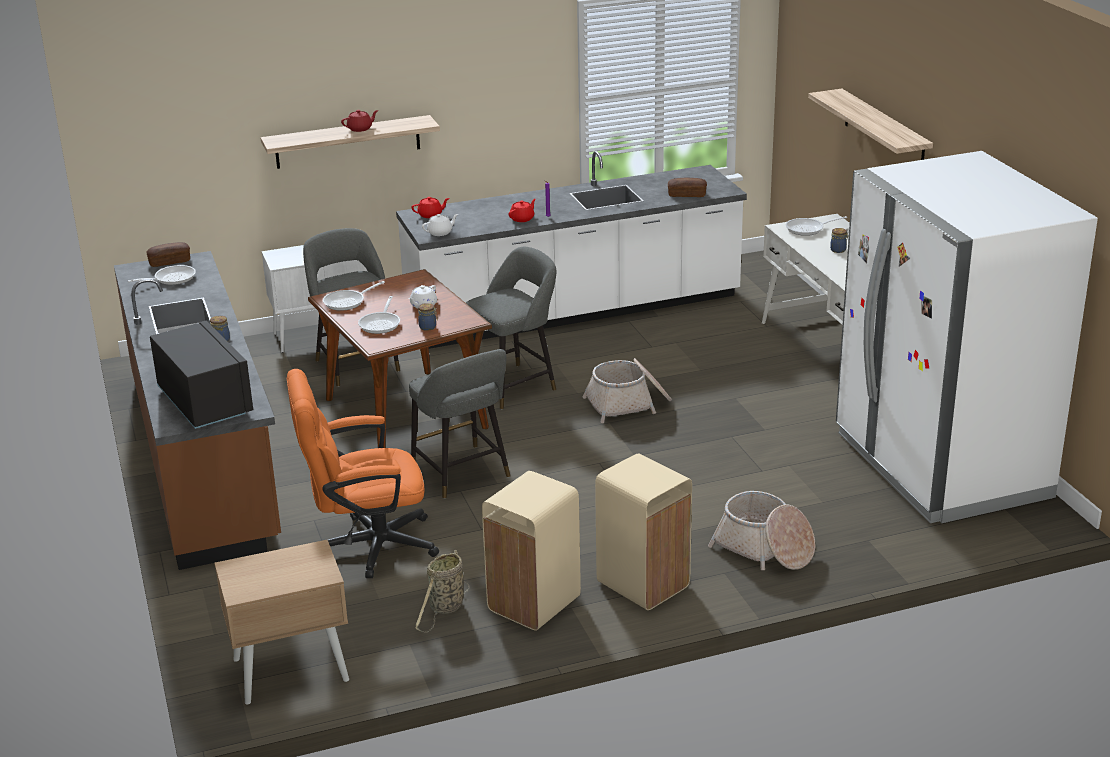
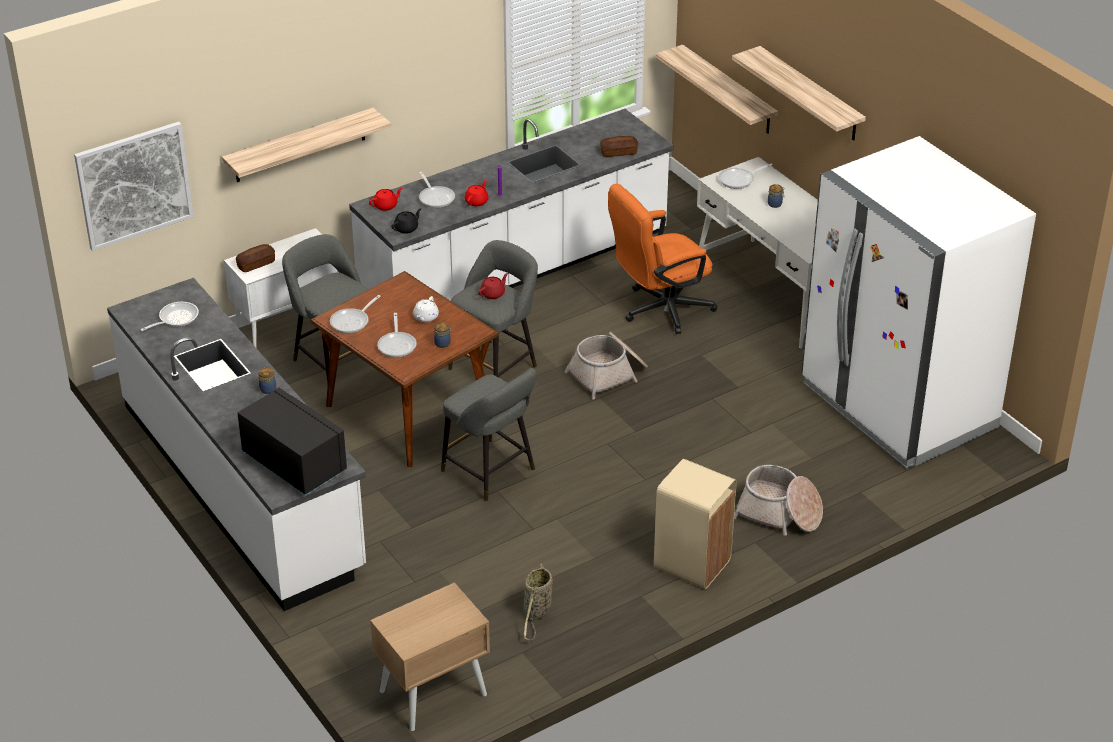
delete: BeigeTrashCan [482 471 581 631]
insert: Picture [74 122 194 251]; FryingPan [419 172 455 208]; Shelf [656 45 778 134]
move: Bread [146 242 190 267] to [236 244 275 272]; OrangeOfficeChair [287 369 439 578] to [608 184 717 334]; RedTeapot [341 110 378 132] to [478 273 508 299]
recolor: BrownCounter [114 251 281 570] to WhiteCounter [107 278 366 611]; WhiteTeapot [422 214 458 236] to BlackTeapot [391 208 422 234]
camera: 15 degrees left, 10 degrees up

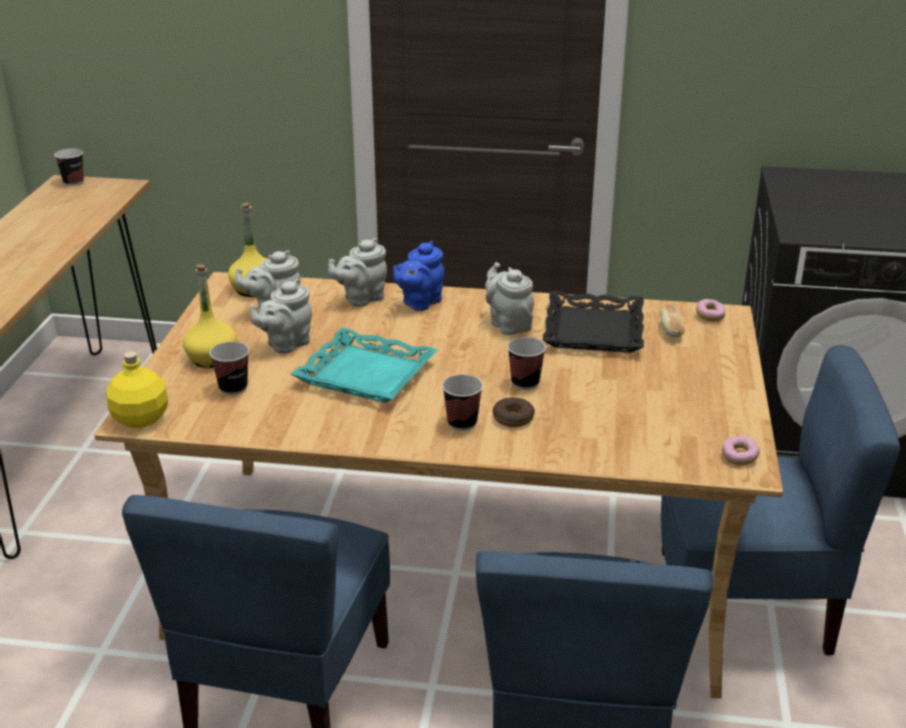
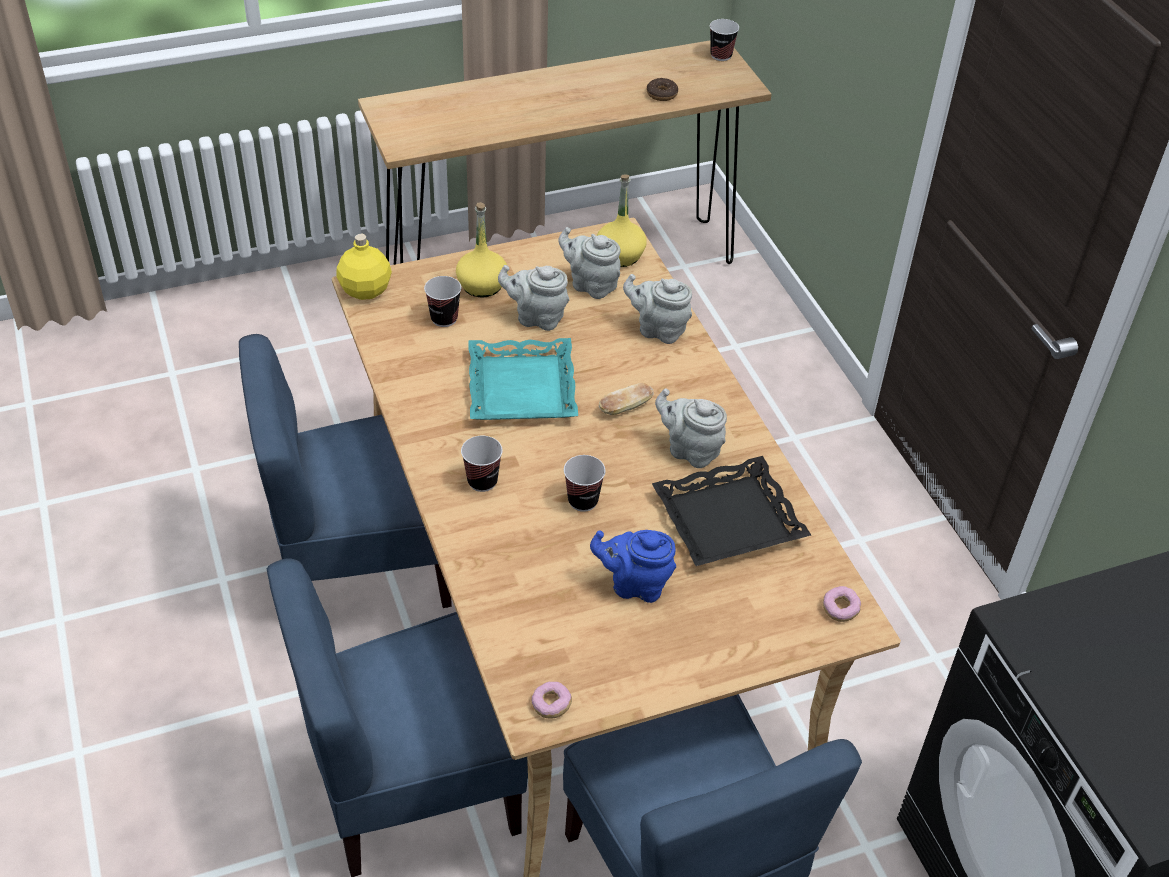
move: BlueTeapot [393 241 444 311] to [590 530 676 603]; Donut [493 397 535 427] to [647 78 678 101]; Bread [660 305 685 338] to [599 383 654 415]
rotate: GreyTeapot [485 262 534 335] = [655 389 727 468] 90 degrees counterclockwise
camera: 60 degrees right, 15 degrees up

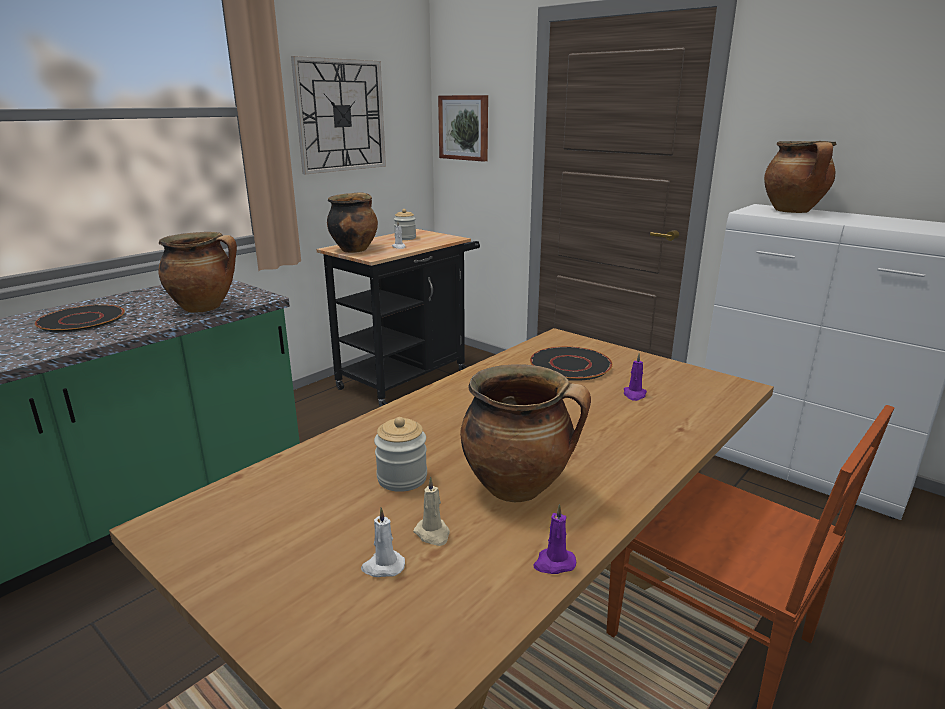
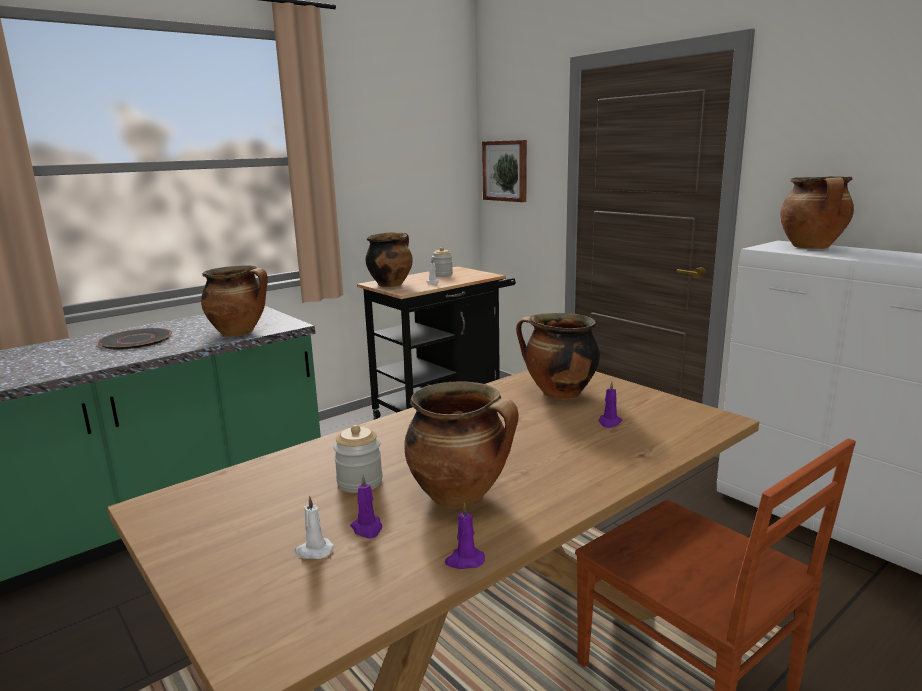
delete: WallClock [291 56 386 174]
replace: BlackPlate [530 346 613 381] to CookingPot [516 313 600 399]
recolor: BeigeCandle [414 477 450 546] to PurpleCandle [350 475 382 539]
camera: 10 degrees right, 5 degrees down

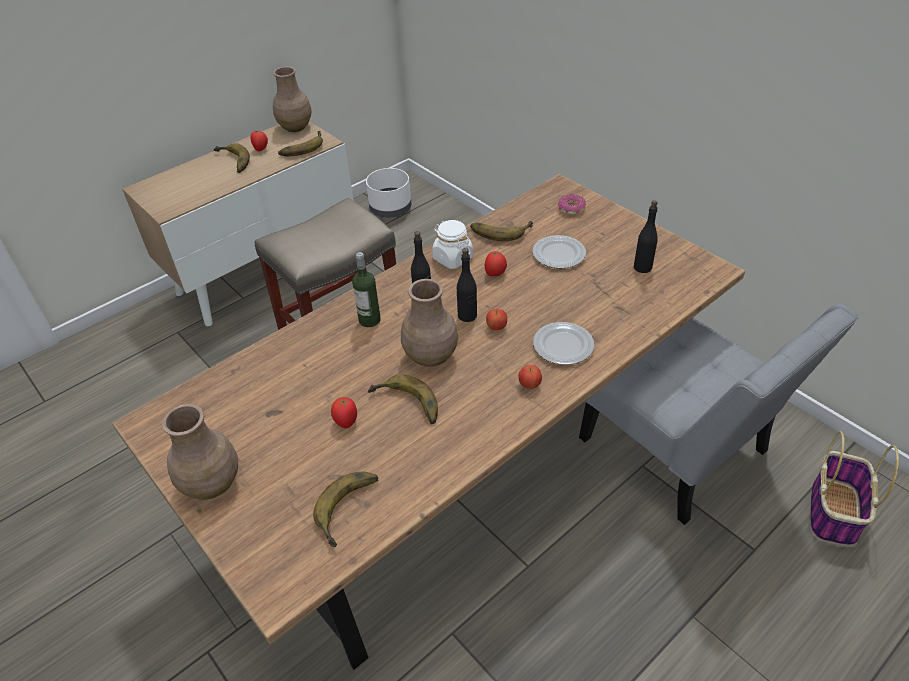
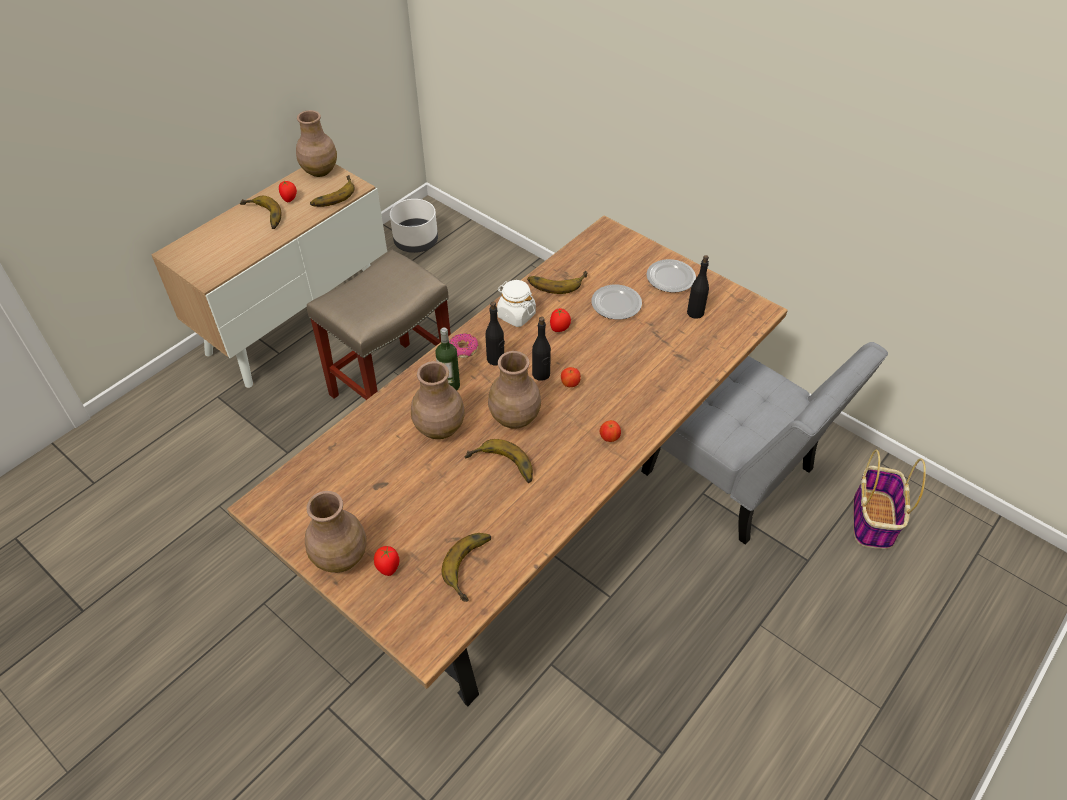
insert: BrownVase [411 361 465 439]
move: Tomato [331 397 357 429] to [374 546 399 576]; Plate [533 322 594 365] to [646 259 696 293]; Donut [558 194 586 215] to [449 333 478 358]
camera: 10 degrees left, 5 degrees up

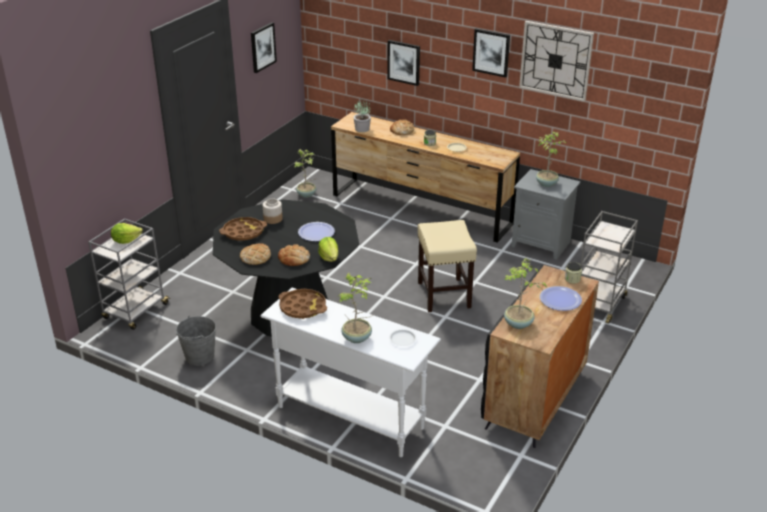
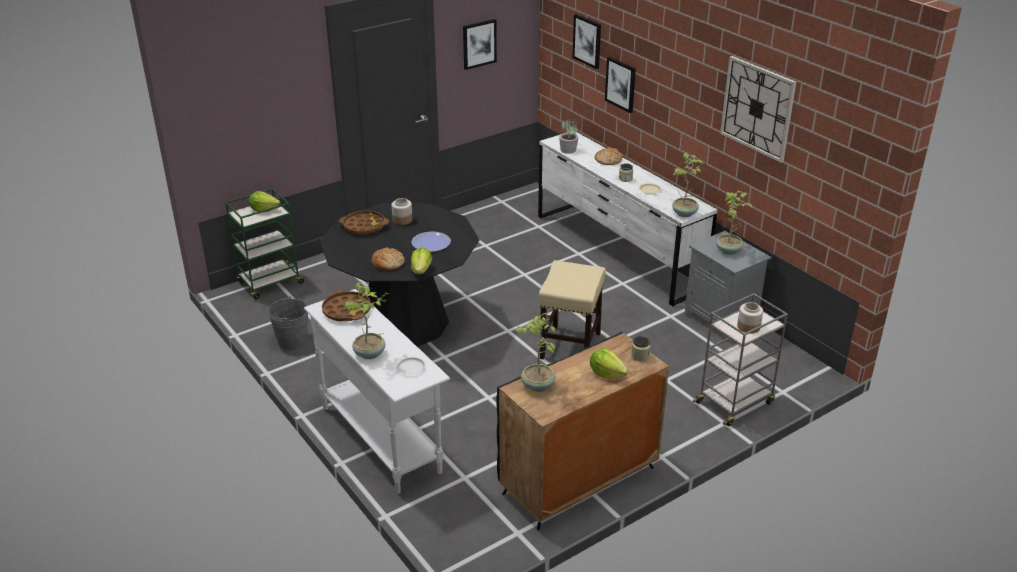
delete: Bread [240 244 271 265]
insert: Jar [737 302 763 333]
move: PottedPlant [294 149 317 198] to [672 153 706 217]; Picture [472 29 510 78] to [572 14 601 69]
replace: Plate [540 286 582 311] to Lettuce [590 348 629 379]
recolor: GreyCart [88 218 170 330] to GreenCart [225 188 307 299]; BrownDresser [331 112 520 243] to WhiteDresser [538 131 717 306]
camera: 25 degrees right, 0 degrees up

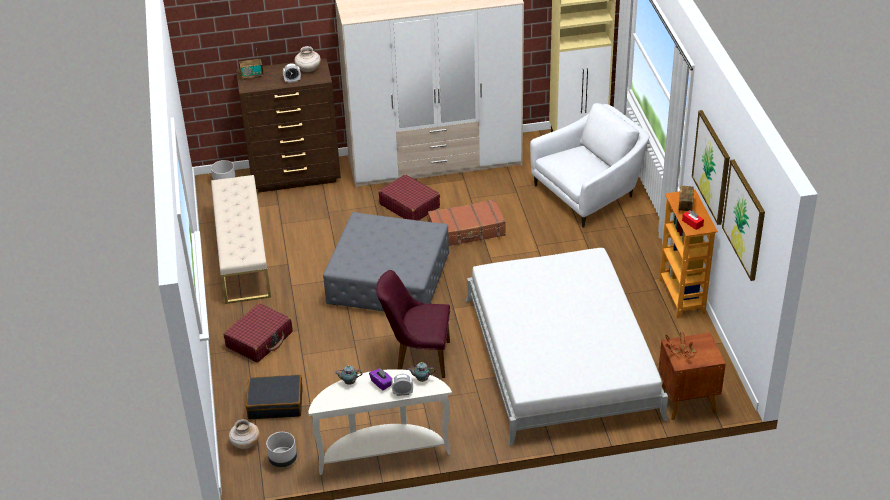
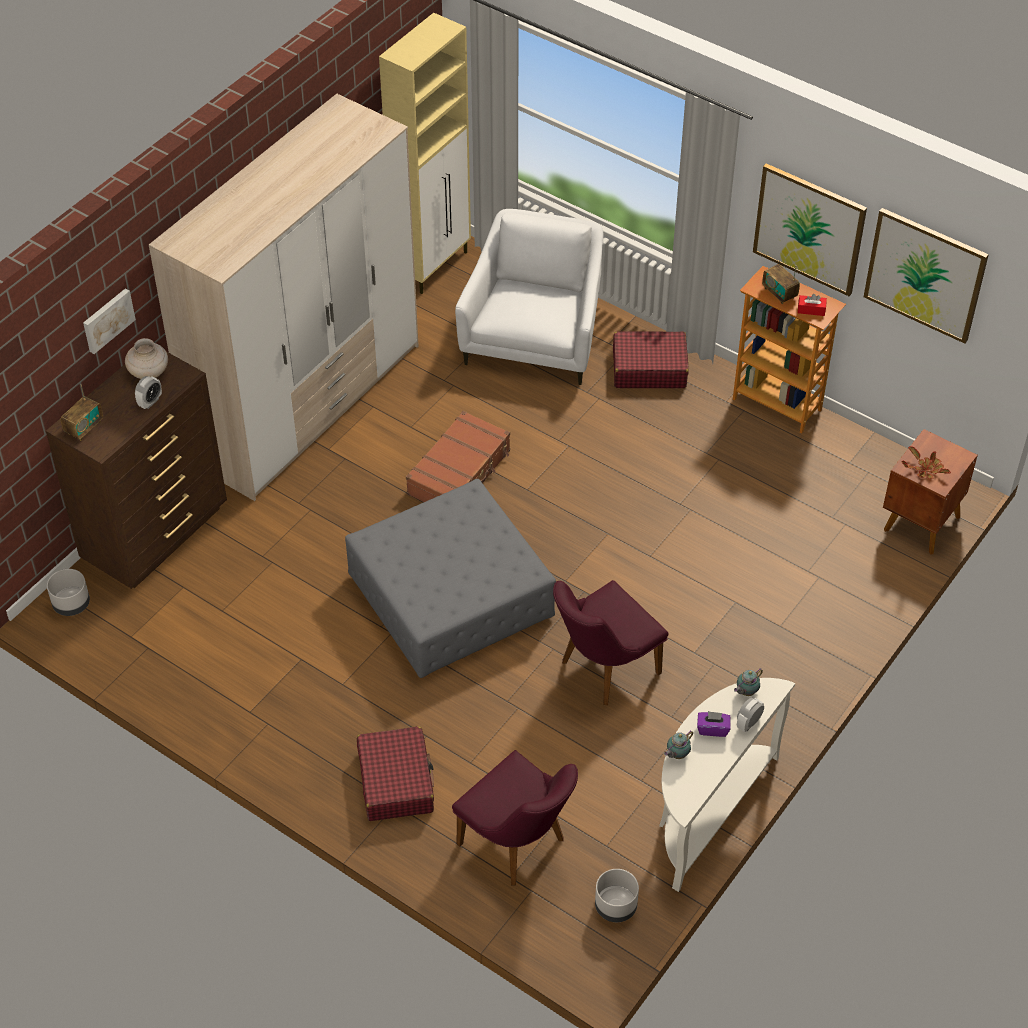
delete: BeigeBench [211 175 271 304]; BeigeVase [229 419 260 449]; WhiteBed [466 248 668 446]
insert: Picture [83 288 136 354]
move: RedSuitcase [379 174 440 221] to [613 331 689 388]
replace: BlackSuitcase [246 375 303 419] to PurpleChair [452 750 578 885]
camera: 45 degrees left, 10 degrees up

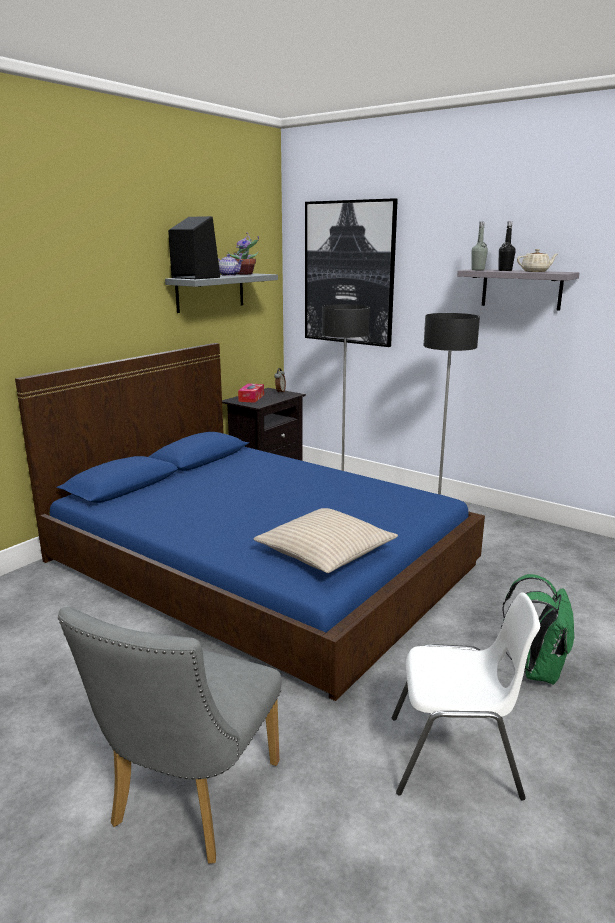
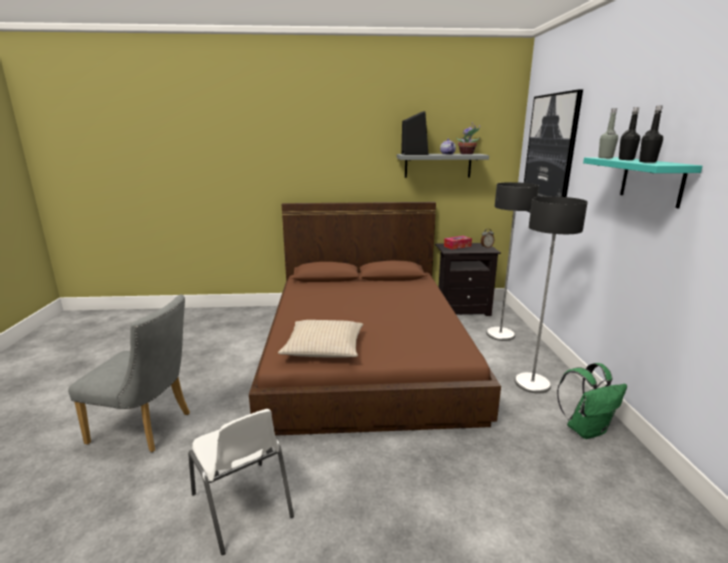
move: GreenBackpack [501 574 575 685] to [557 363 627 439]
replace: BeigeTeapot [517 249 558 272] to BlackBottle [639 105 663 163]
recolor: BlueBed [15 343 485 701] to BrownBed [249 202 501 436]; GreyShelf [457 269 579 310] to TurquoiseShelf [583 157 702 208]
rotate: GreyChair [58 607 282 864] = [68 294 190 452] 150 degrees counterclockwise
camera: 50 degrees right, 0 degrees up

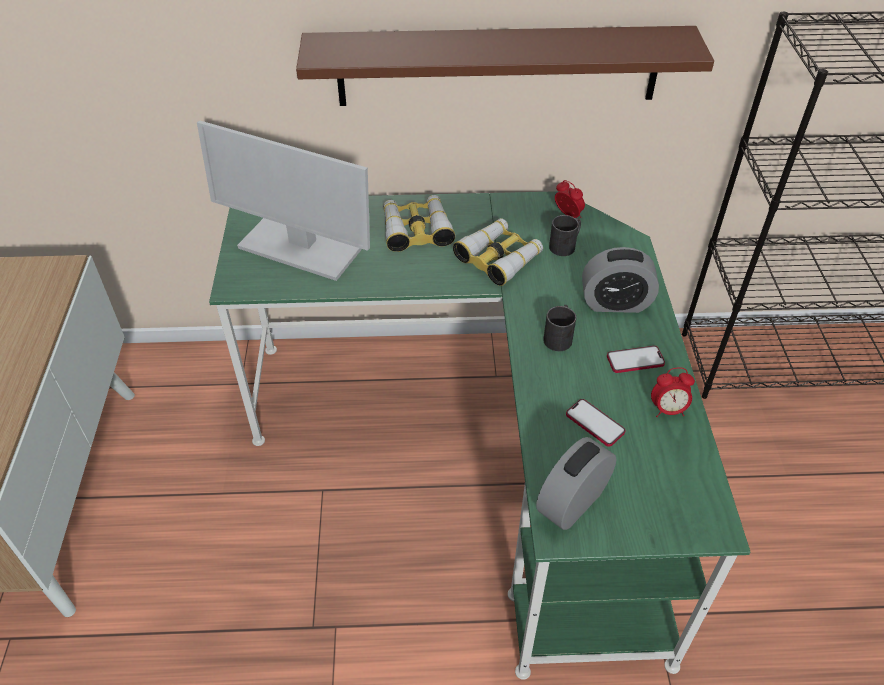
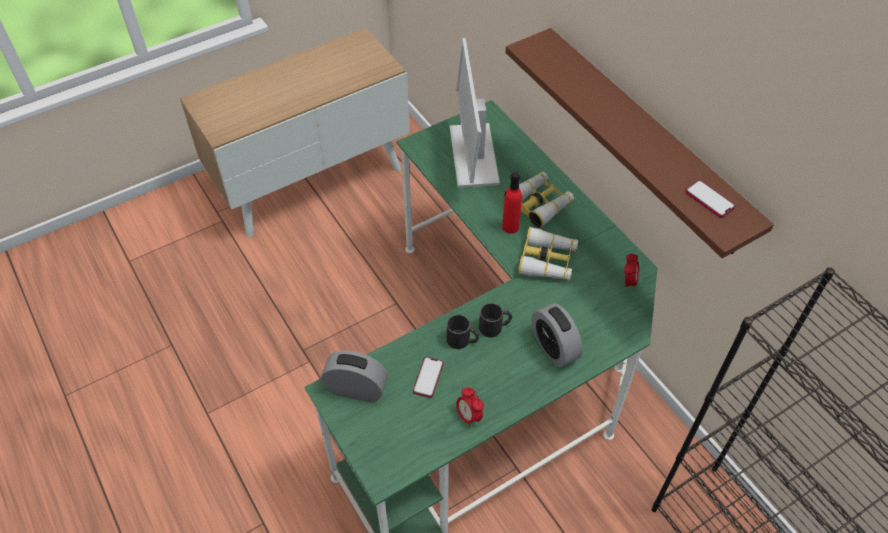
insert: RedBottle [502 172 522 234]
move: BlackMug [549 215 581 256] to [447 314 479 349]; Phone [607 346 665 373] to [686 180 735 218]
camera: 60 degrees right, 5 degrees up

